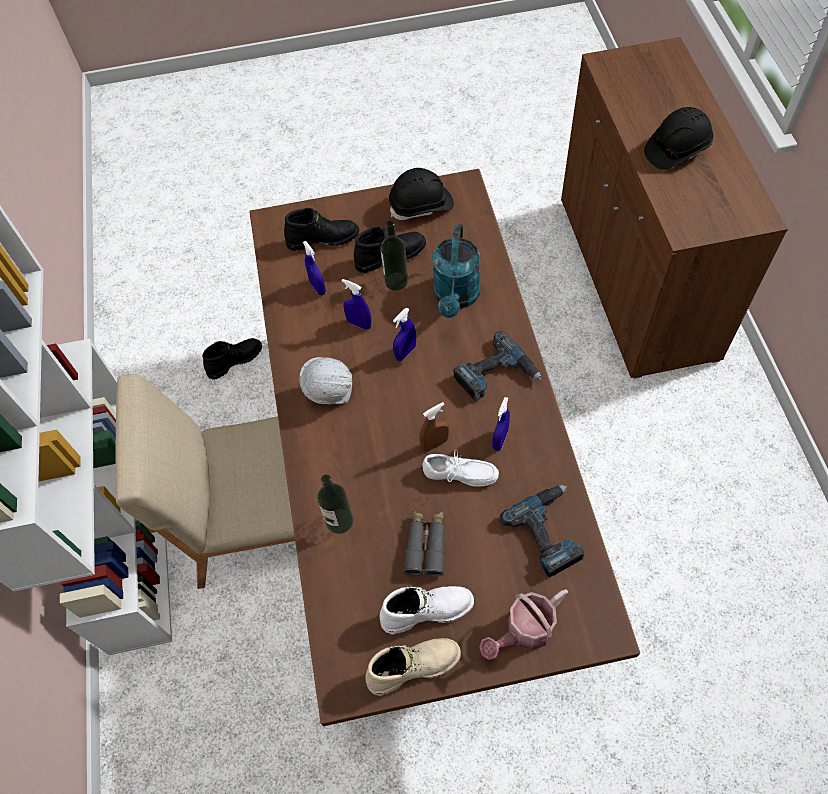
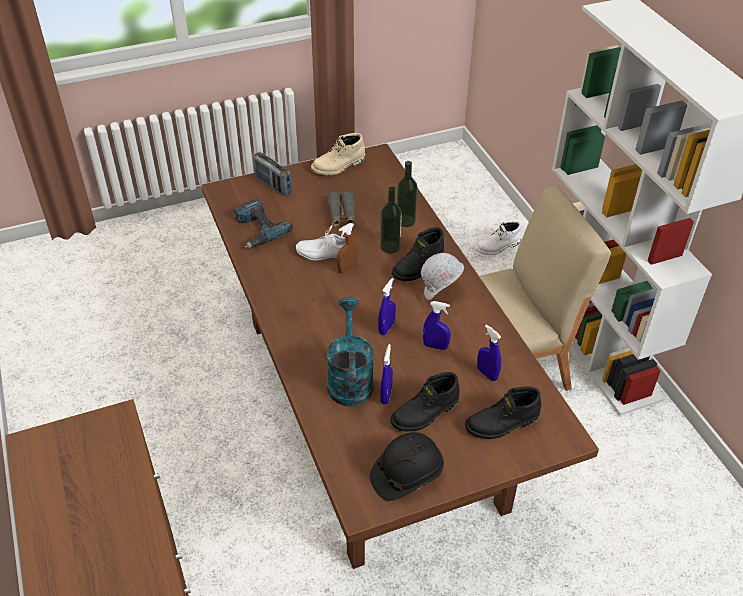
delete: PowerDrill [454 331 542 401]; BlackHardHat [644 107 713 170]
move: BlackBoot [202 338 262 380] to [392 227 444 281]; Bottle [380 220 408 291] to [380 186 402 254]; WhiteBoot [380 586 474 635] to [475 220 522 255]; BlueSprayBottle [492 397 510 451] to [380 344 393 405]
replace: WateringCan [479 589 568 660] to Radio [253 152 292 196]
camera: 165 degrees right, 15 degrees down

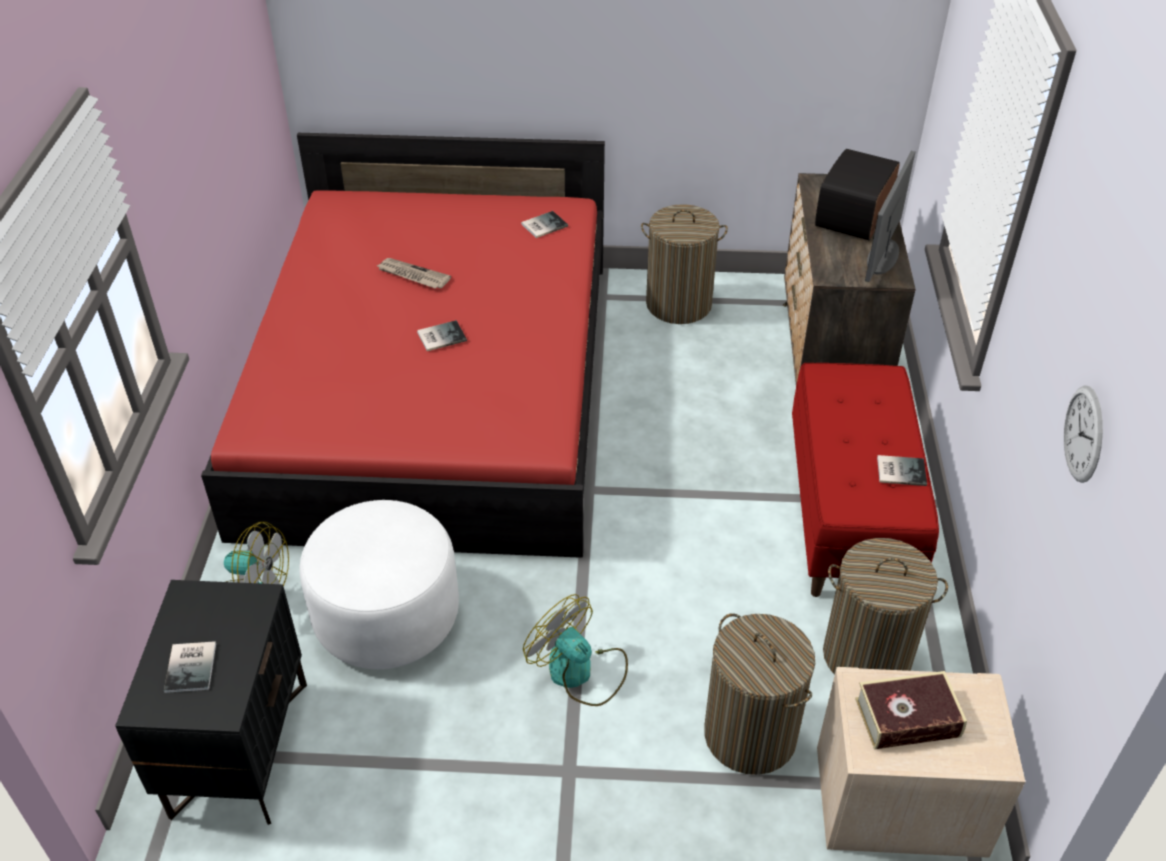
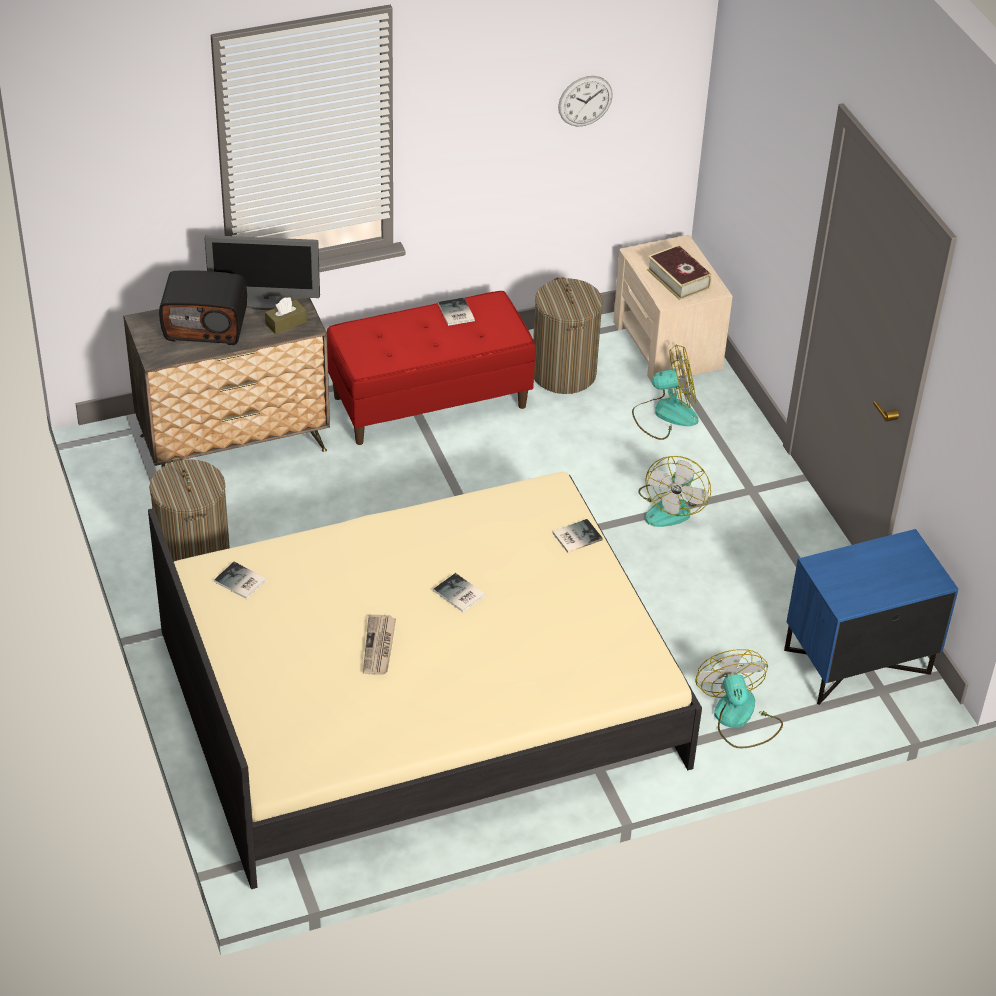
delete: WhiteOttoman [299 500 459 669]
insert: BrownTissueBox [265 297 307 335]
move: Book [164 641 216 693] to [552 519 603 553]
replace: LaundryBasket [704 613 815 775] to Fan [632 345 699 440]
recolor: BlackNightstand [115 580 307 825] to BlueNightstand [784 529 958 705]; RedBed [201 133 605 558] to BeigeBed [148 472 702 889]
camera: 115 degrees left, 0 degrees up

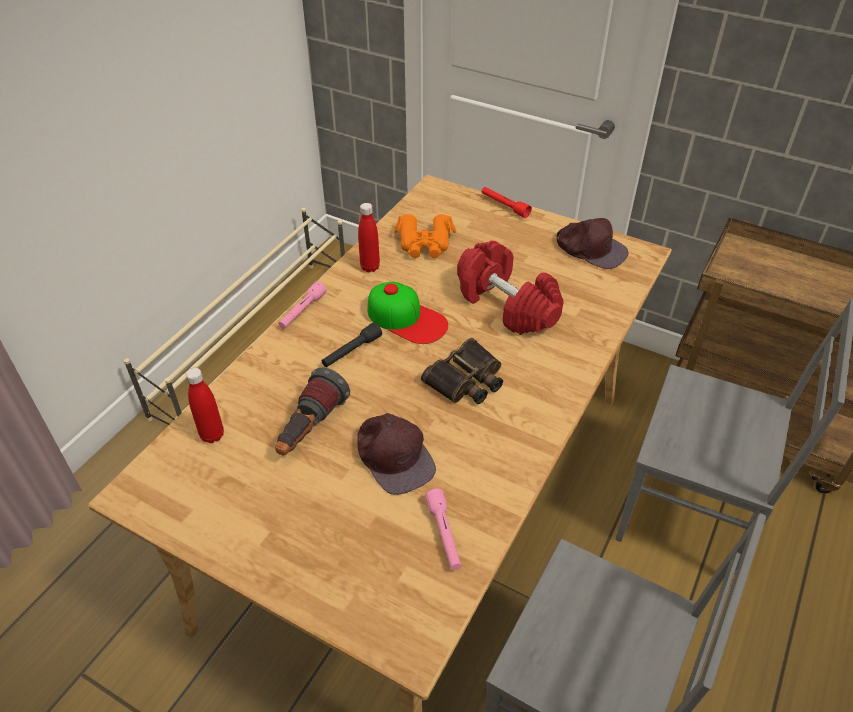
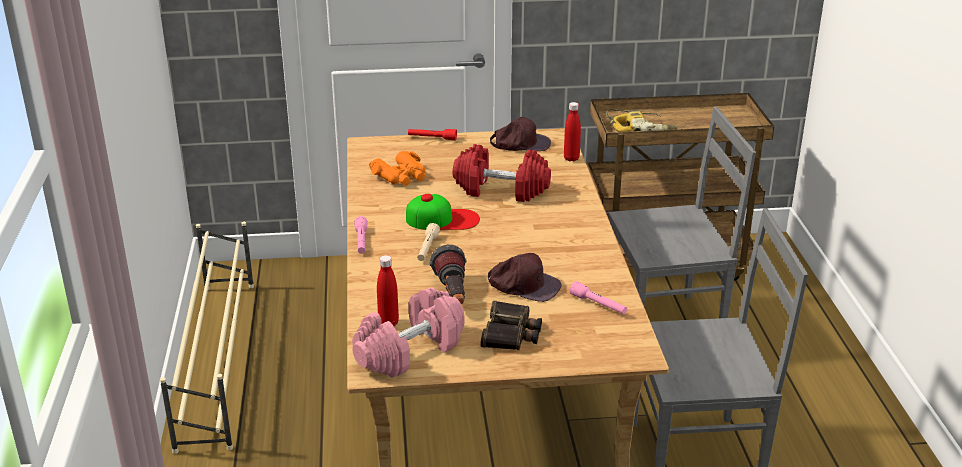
insert: PinkDumbbell [352 288 464 378]; PowerDrill [606 109 677 132]
move: RedBottle [358 203 380 272] to [564 102 581 161]; Binoculars [421 338 503 404] to [480 301 542 350]
recolor: BlackFlashlight [322 322 382 367] to BeigeFlashlight [417 223 440 261]
camera: 35 degrees left, 15 degrees down

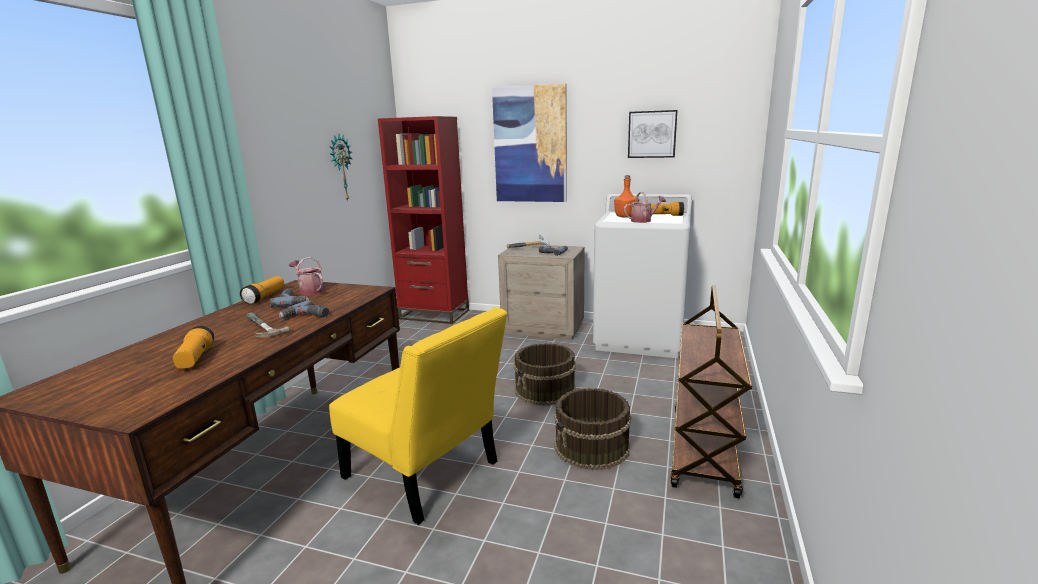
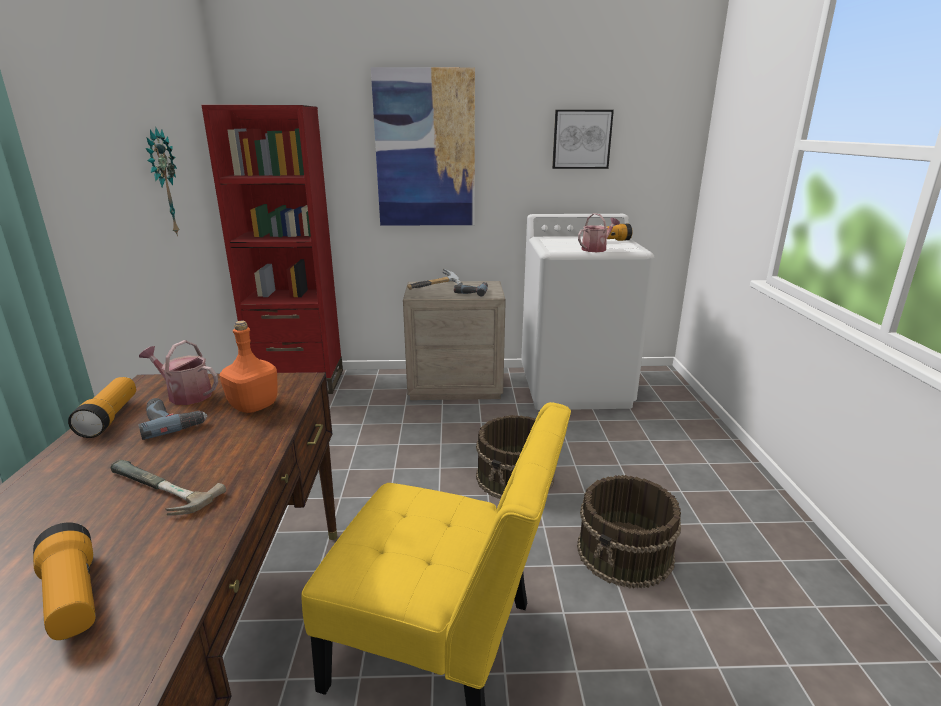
delete: PowerDrill [279 300 329 319]; BrownCart [671 285 752 498]
move: OrangeBottle [614 175 639 218] to [219 321 278 413]
camera: 20 degrees left, 5 degrees up

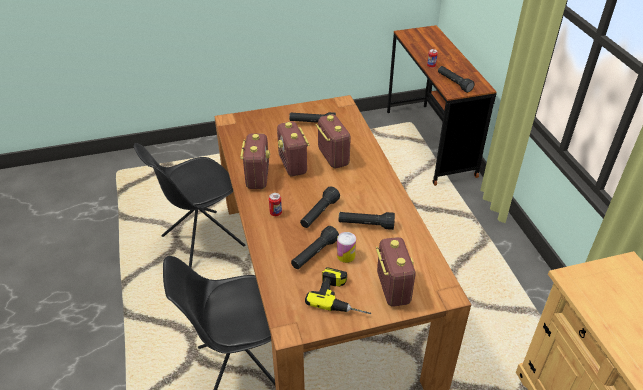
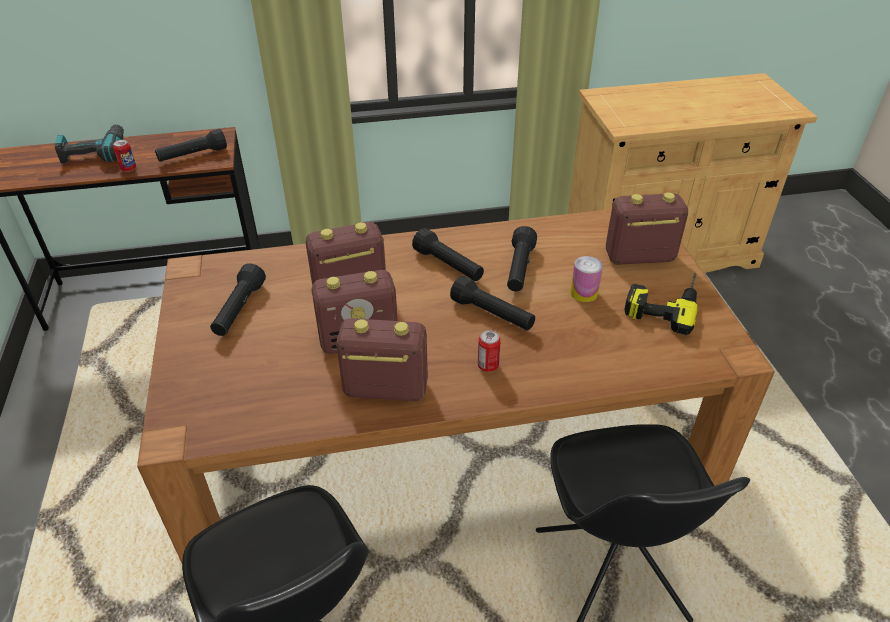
insert: PowerDrill [54 124 124 163]
move: BlackFlashlight [291 226 339 269] to [412 228 484 281]
camera: 85 degrees left, 0 degrees up

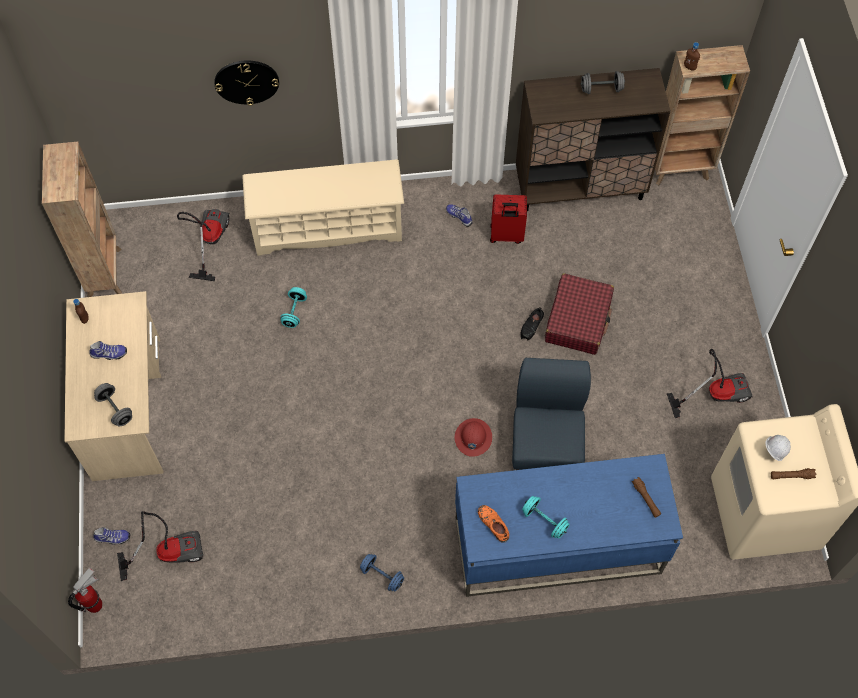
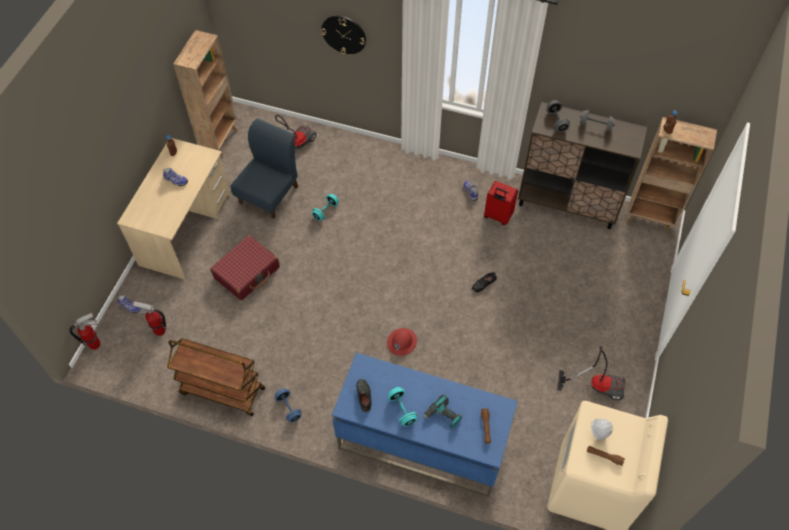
delete: BeigeShoeRack [242 160 404 256]
insert: BrownCart [167 339 265 416]; PowerDrill [424 394 462 428]
move: GreyDumbbell [94 383 132 426] to [546 100 570 132]; BlueChair [512 358 591 470] to [230 118 298 219]; RedSuitcase [545 273 614 355] to [210 235 280 300]
replace: VacuumCleaner [117 511 204 581] to FireExtinguisher [132 301 167 336]
recolor: OrangeShoe [478 505 509 543] to BlackShoe [356 379 372 412]
camera: 25 degrees right, 5 degrees down

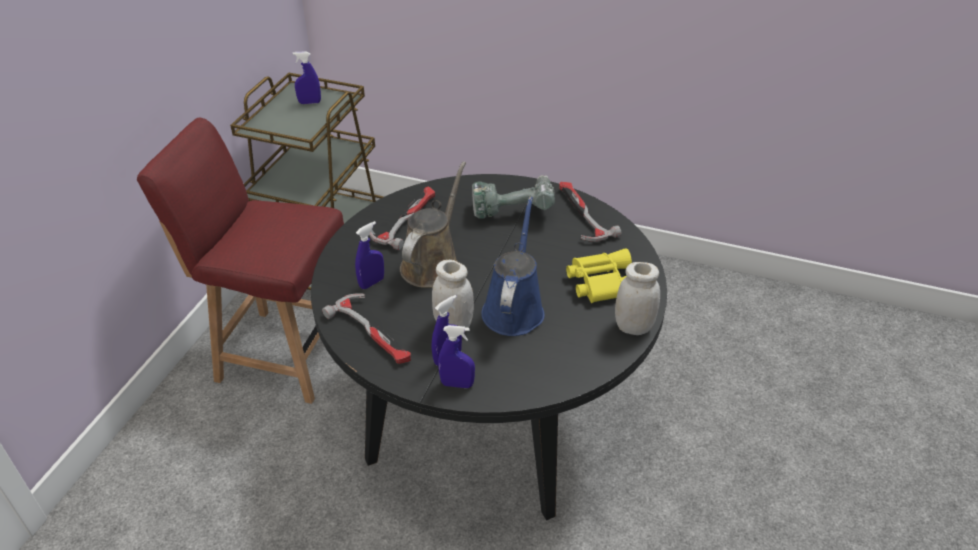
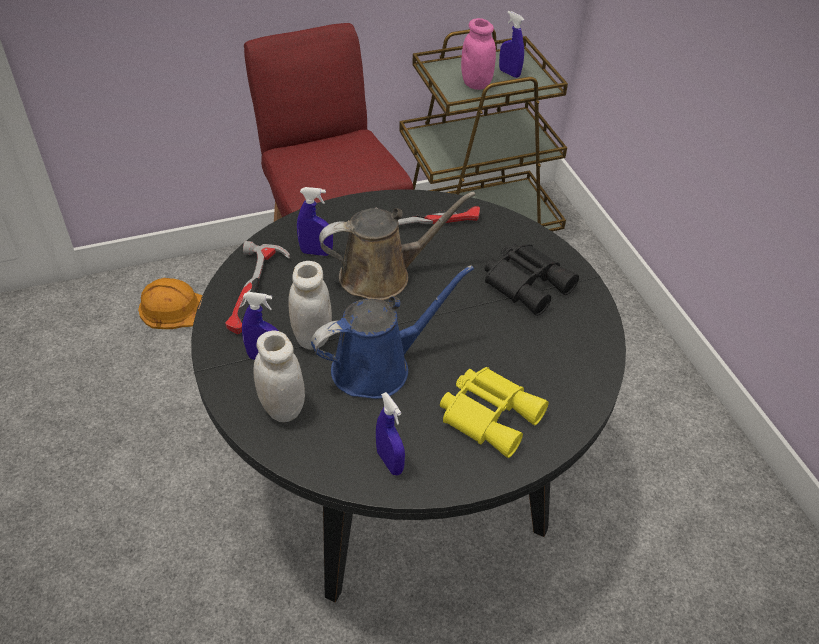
delete: Hammer [559 182 621 242]
insert: OrangeHardHat [138 278 202 329]; PinkJar [461 18 496 90]
move: BlueSprayBottle [438 325 475 388] to [376 392 405 475]; WhiteJar [615 262 660 335] to [253 331 305 422]
replace: PowerDrill [472 175 555 219] to BlackBinoculars [485 244 579 316]
camera: 50 degrees right, 5 degrees up

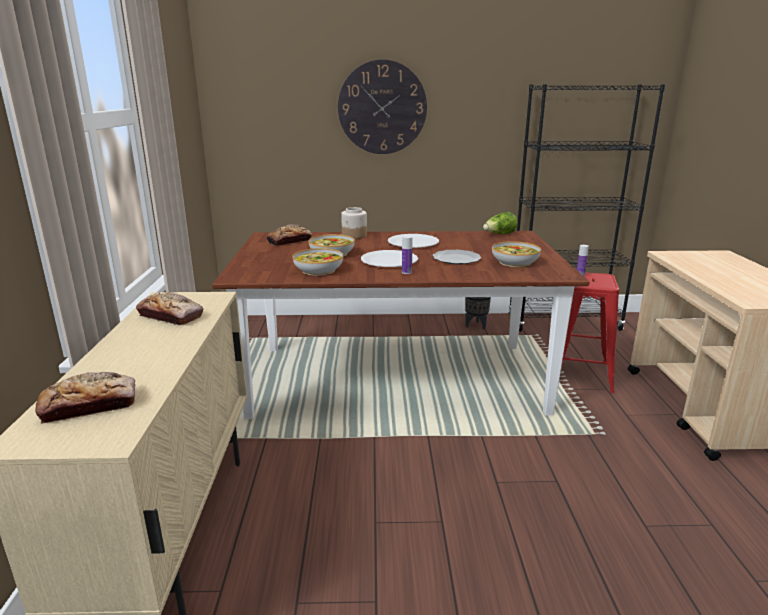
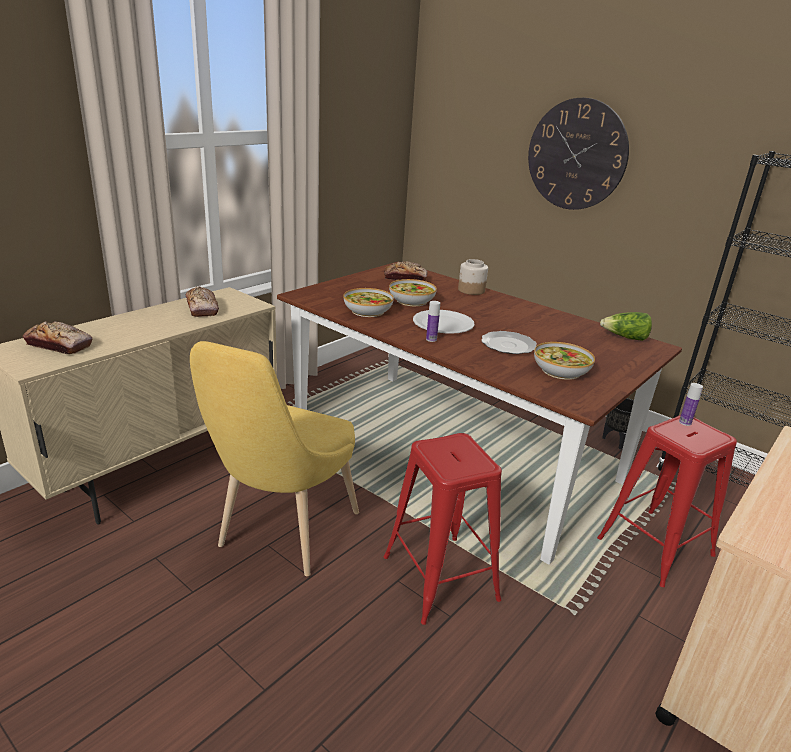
delete: WhitePlate [388 234 439 248]
insert: YellowChair [190 341 359 576]; RedStool [383 433 502 625]
camera: 40 degrees right, 5 degrees up

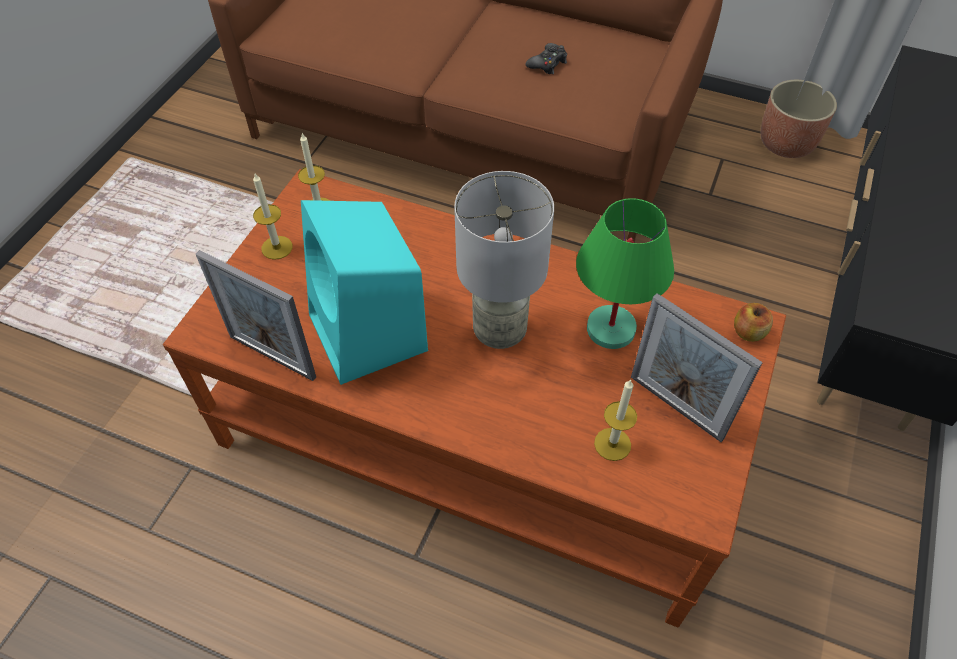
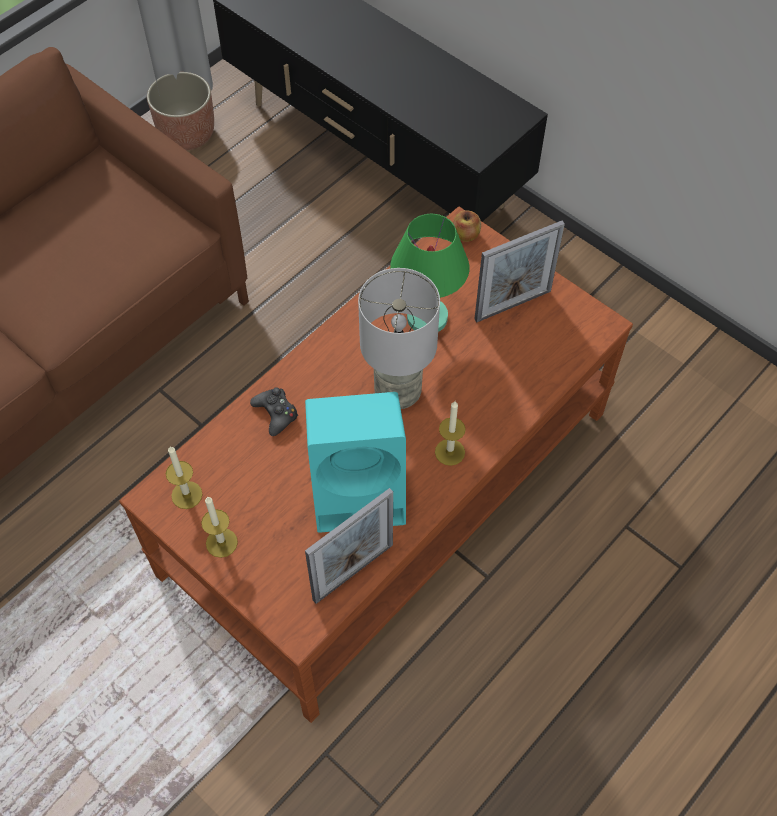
move: BlackGameController [525 43 567 74] to [250 387 298 436]; Candle [594 380 637 461] to [435 401 466 466]
camera: 70 degrees left, 5 degrees up

